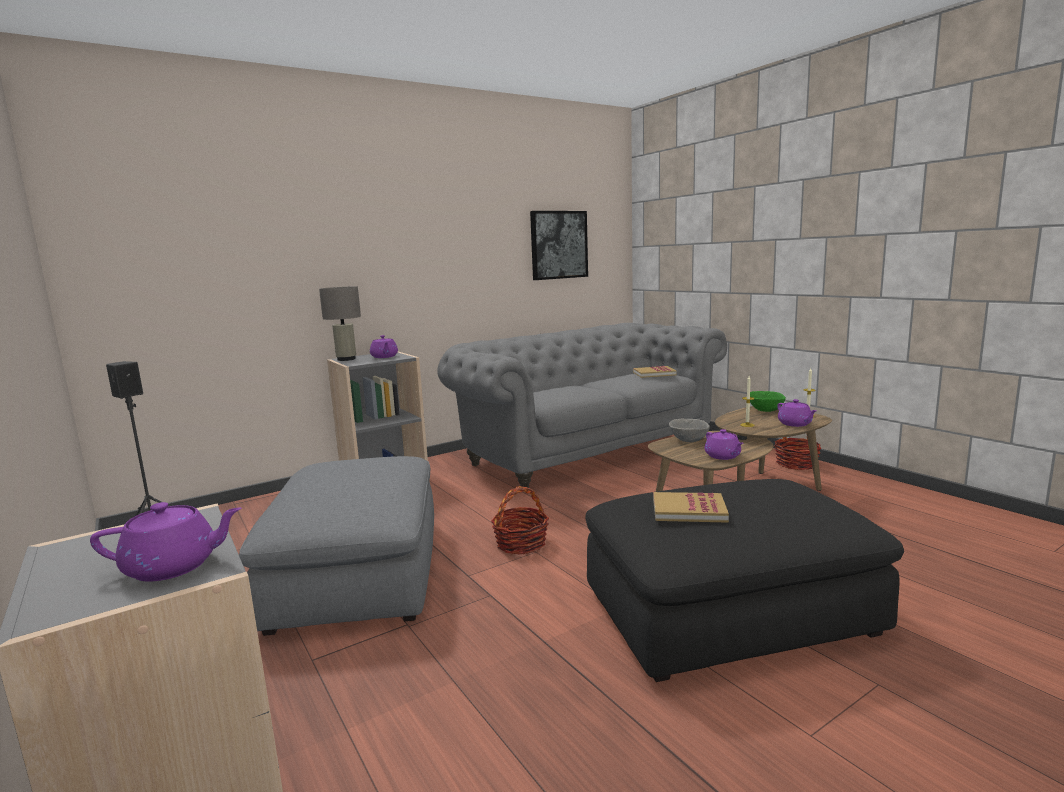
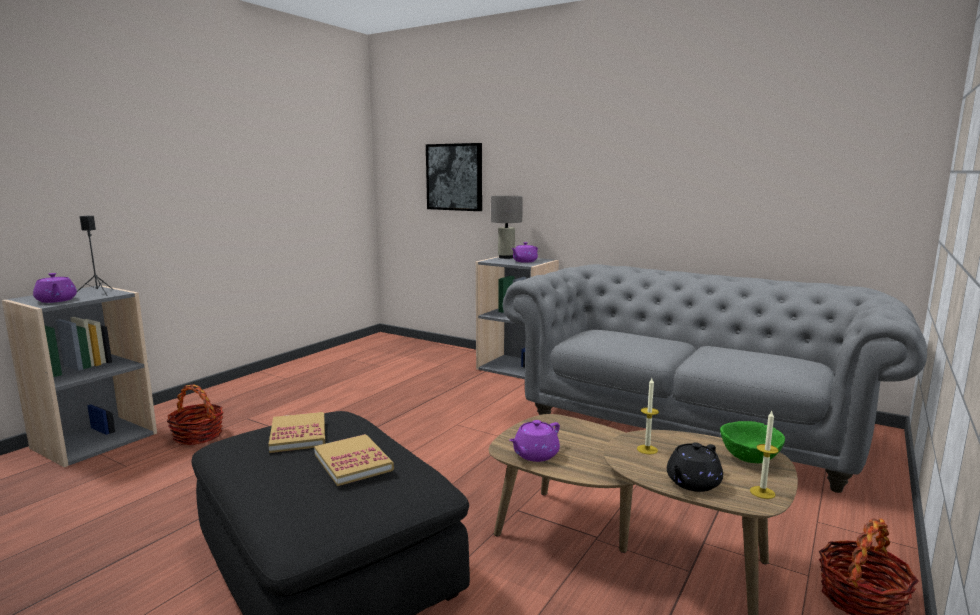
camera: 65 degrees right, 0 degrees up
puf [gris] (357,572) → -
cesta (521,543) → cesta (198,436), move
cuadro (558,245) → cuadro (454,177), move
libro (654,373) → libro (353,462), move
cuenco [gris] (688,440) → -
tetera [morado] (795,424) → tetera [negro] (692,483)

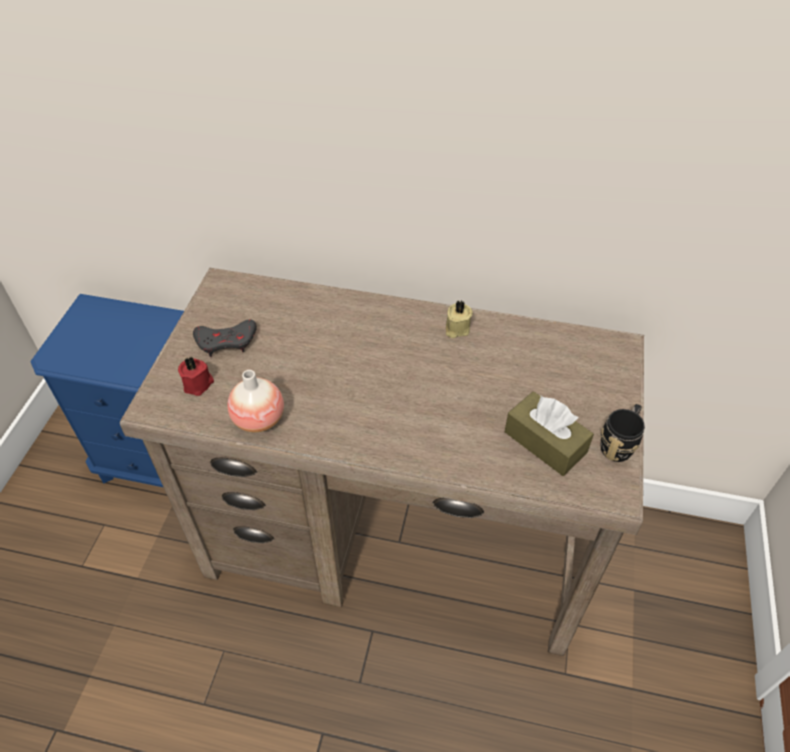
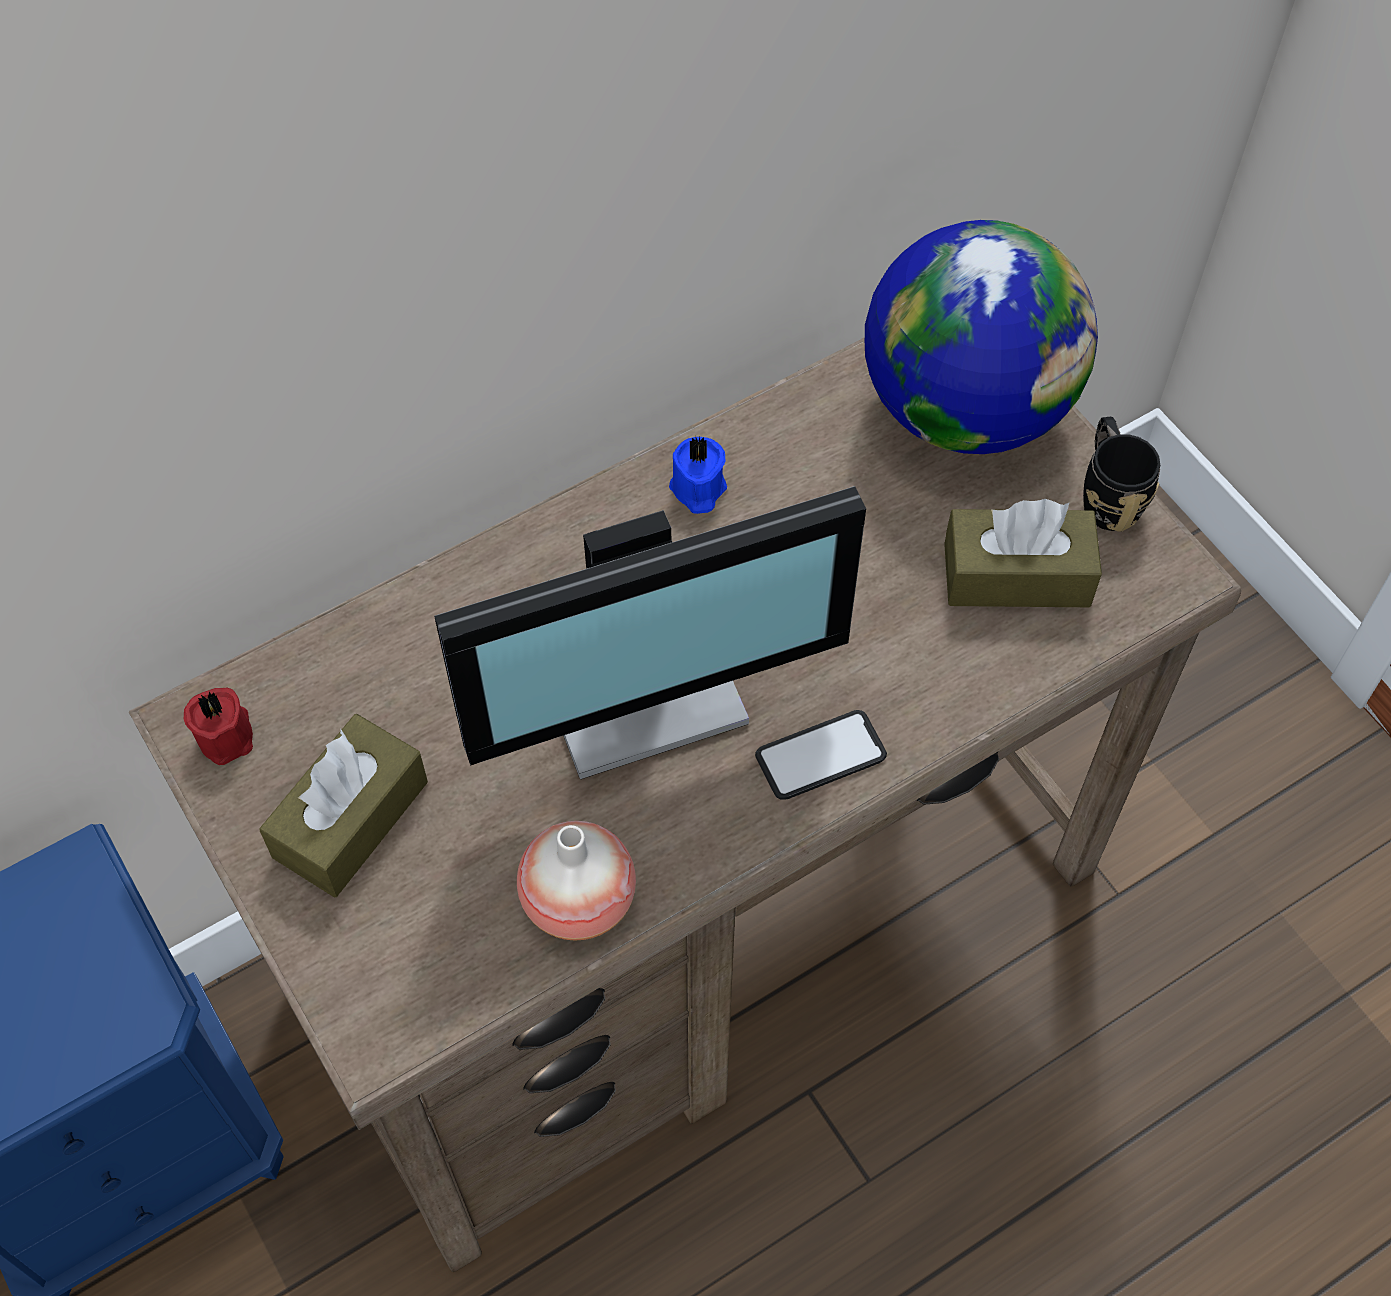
camera: 45 degrees left, 10 degrees up
vela [rojo] (198,384) → vela [rojo] (227,735), move
mando de consola [gris] (226,341) → caja de pañuelos [marrón] (350,819)
vela [beis] (456,329) → vela [azul] (697,490)
- → monitor (642,686)
- → móvil (820,756)
- → globo terráqueo (966,408)

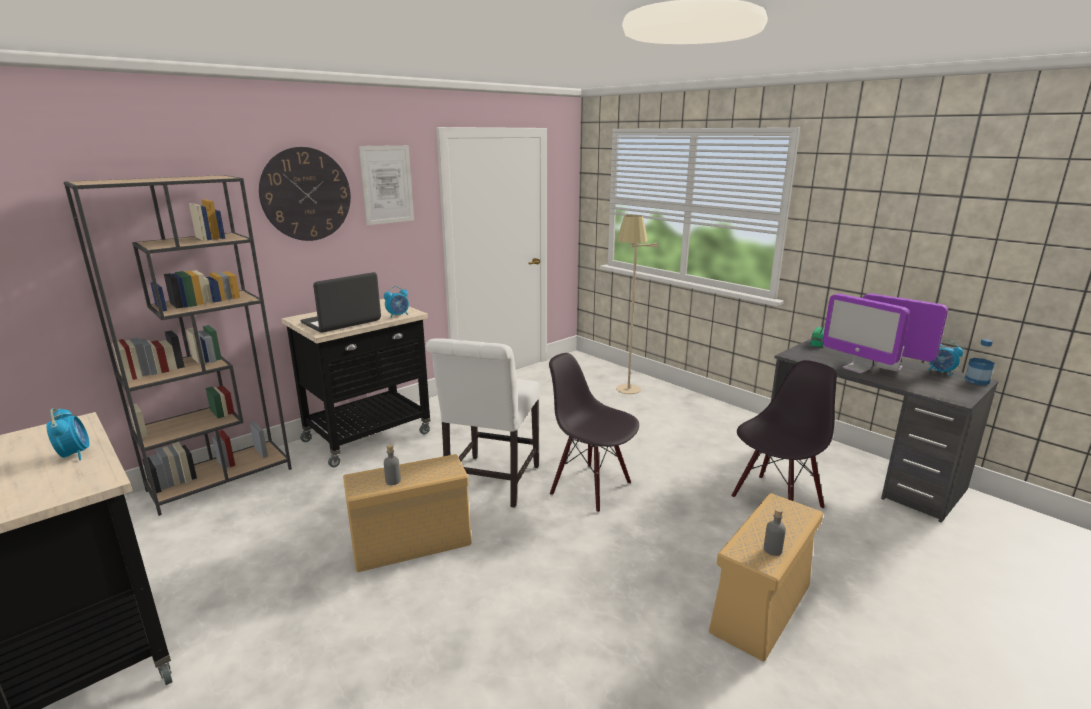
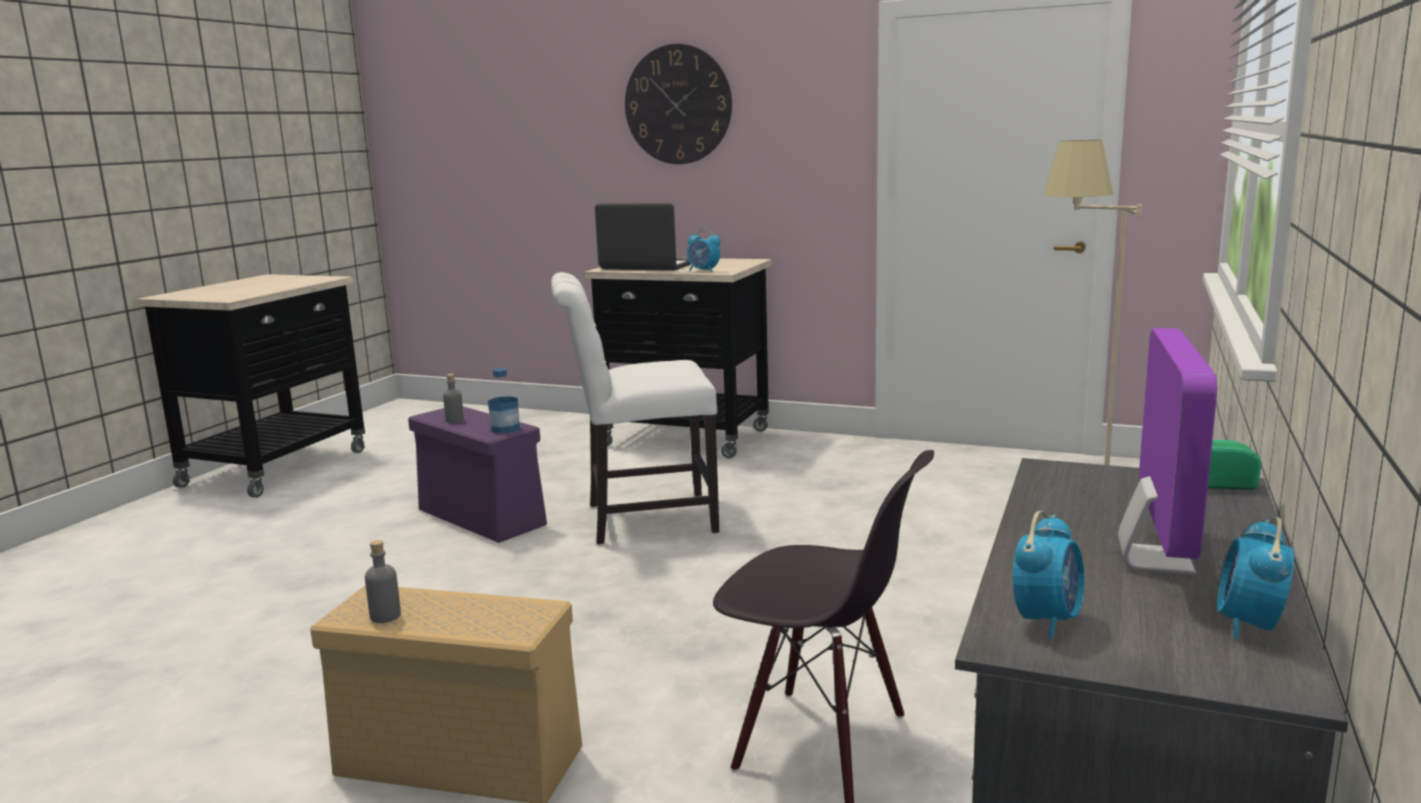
camera: 65 degrees right, 5 degrees down
despertador (74,454) → despertador (1047,620), move
estantería (221,479) → -
caja de almacenaje [beis] (413,544) → caja de almacenaje [morado] (483,517)
cuadro (387,184) → -
silla [negro] (591,488) → -
monitor (856,368) → -
botella (977,381) → botella (505,429), move

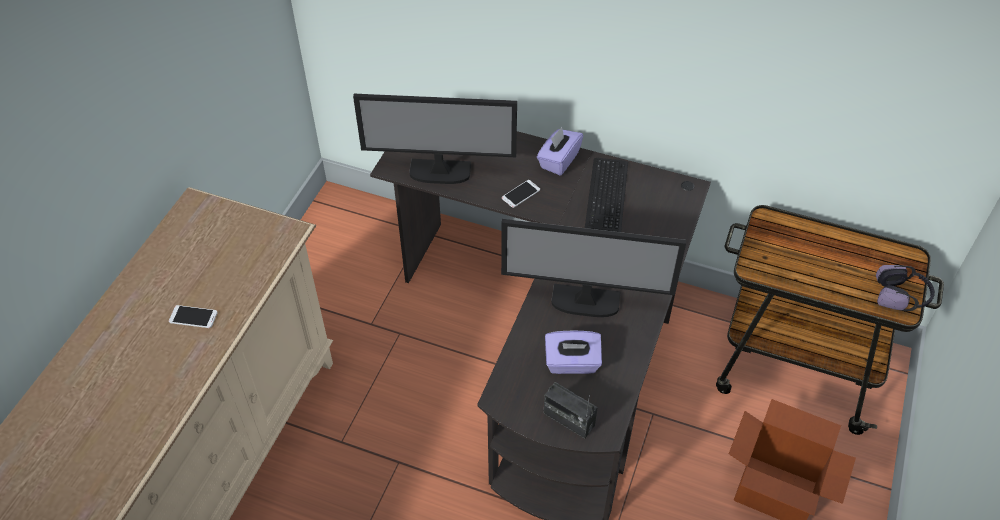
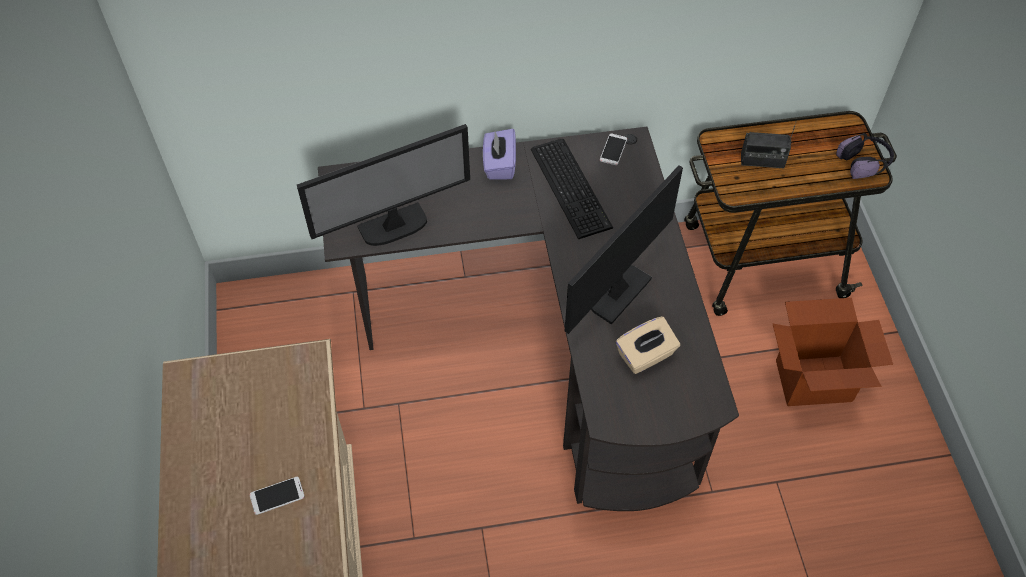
camera: 30 degrees left, 5 degrees up
monitor (585,302) → monitor (618,292), 150 degrees clockwise
móvil (521,194) → móvil (613,149), move
radio (568,419) → radio (762,161), move
caja de pañuelos [morado] (572,363) → caja de pañuelos [beis] (646,356)

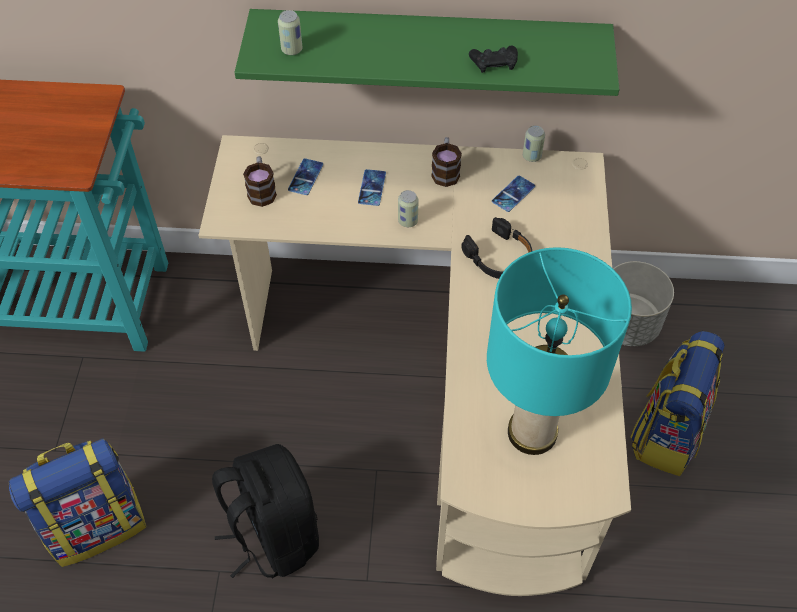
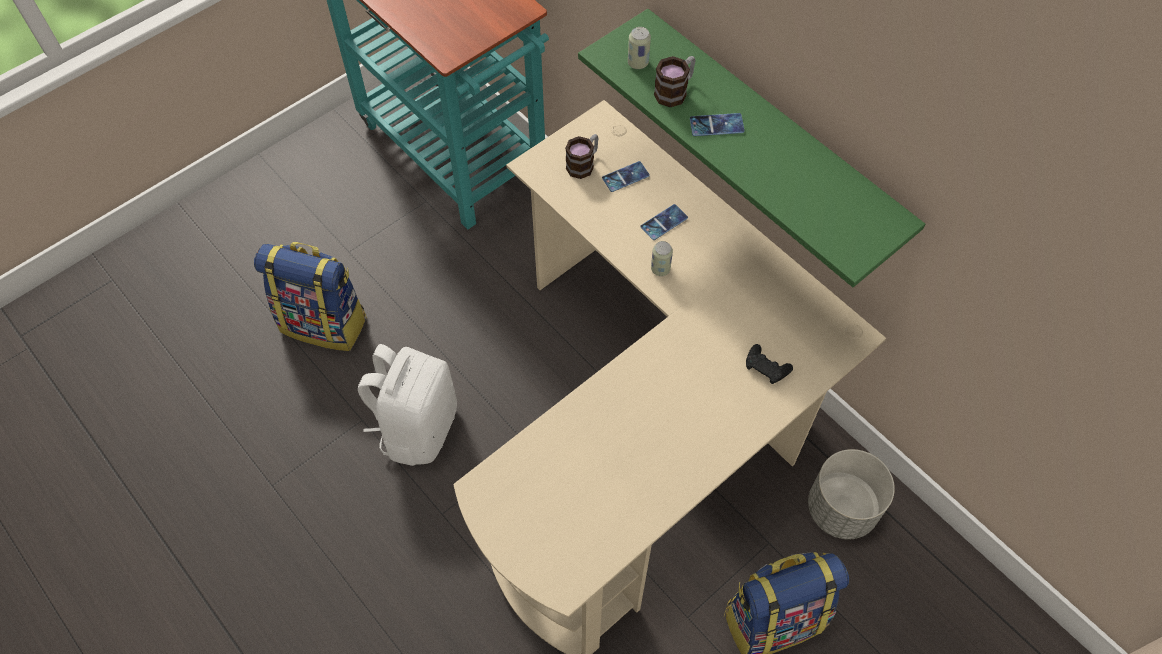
camera: 45 degrees right, 5 degrees up
mochila [negro] (273,534) → mochila [blanco] (417,427)
taza grande (445,171) → taza grande (675,91), move
auriculares [negro] (499,257) → -
mando de consola [negro] (494,62) → mando de consola [negro] (766,367), move
lámpara de mesa [turquesa] (532,433) → -
móvil (513,194) → móvil (716,125), move
lata (531,156) → -

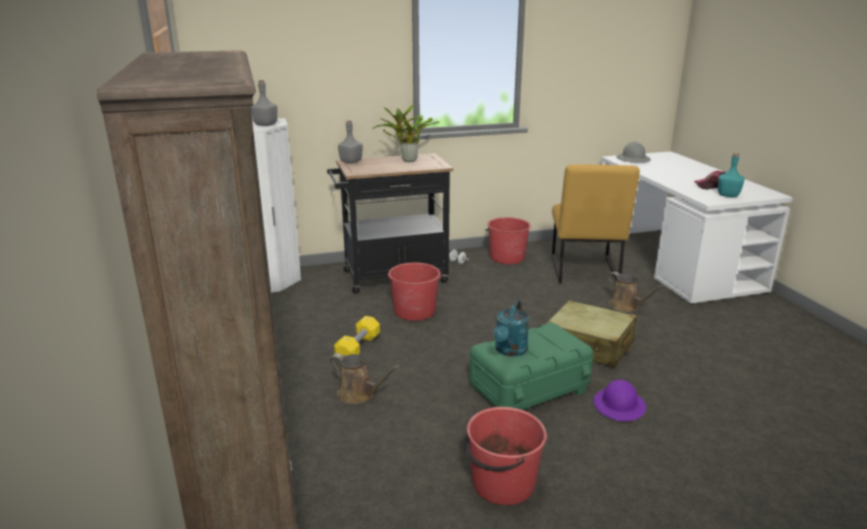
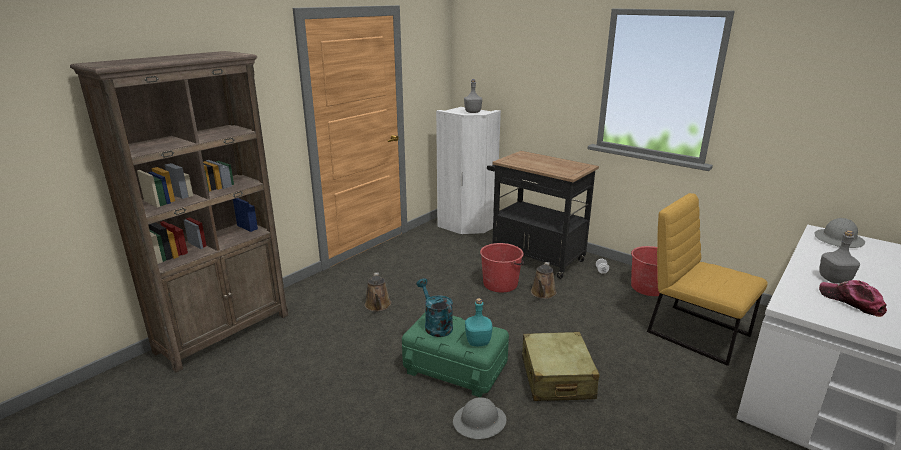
camera: 55 degrees right, 0 degrees up
mancuerna [amarillo] (358,348) → -
botella [gris] (350,162) → botella [gris] (833,279), move
planta en maceta (407,160) → -
cubo [rojo] (502,484) → -
regadera [turquesa] (510,351) → regadera [turquesa] (435,325), 75 degrees clockwise
silla [amarillo] (584,270) → silla [amarillo] (695,332), 75 degrees clockwise
casco [morado] (619,405) → casco [gris] (479,422)
regadera [marrón] (626,306) → regadera [marrón] (543,293), move
botella [turquesa] (727,195) → botella [turquesa] (477,341), move

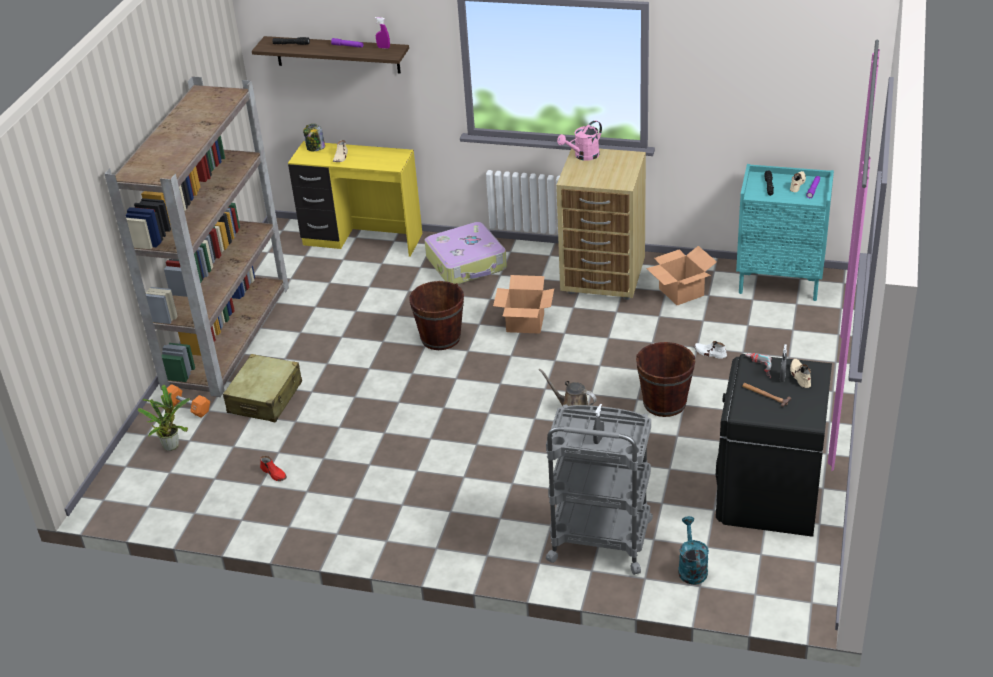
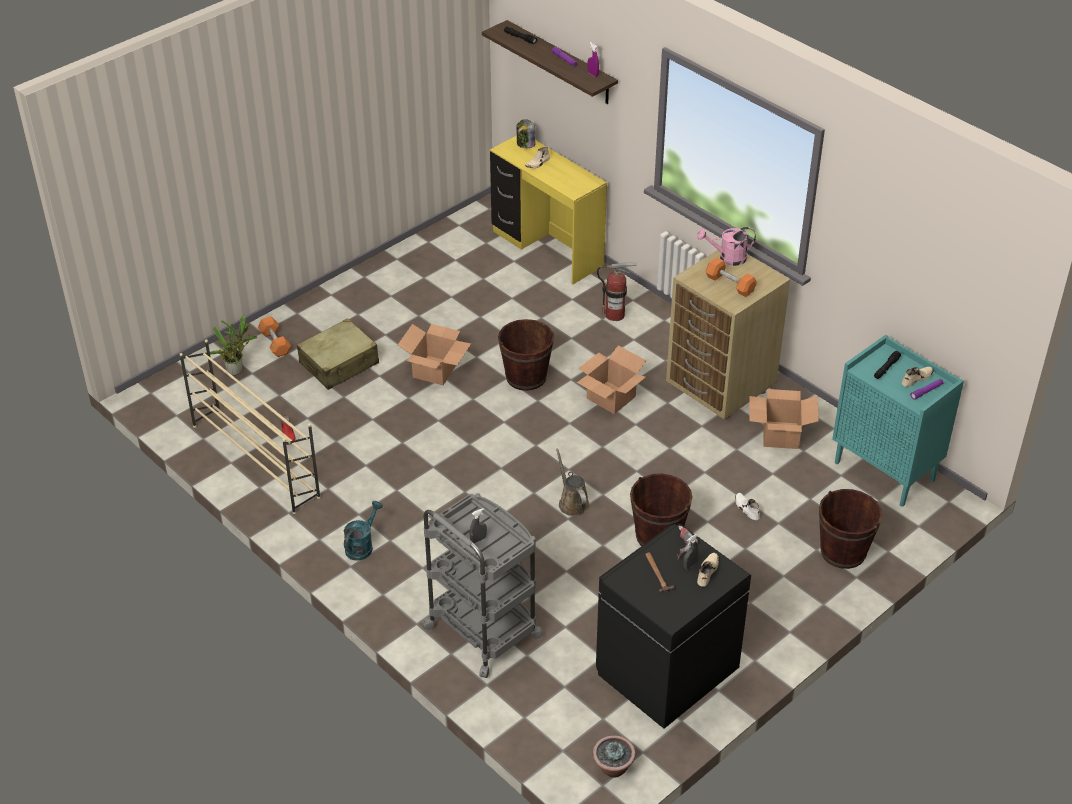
camera: 30 degrees right, 5 degrees up
estantería [marrón] (227,336) → -
maleta (467,264) → extintor (615,315)
regadera [turquesa] (691,568) → regadera [turquesa] (362,546), move
- → zapatero [beis] (255,460)
- → caja de cartón (435,370)
- → planta en maceta (613,768)
- → mancuerna [naranja] (730,284)
- → cubo [marrón] (843,552)

